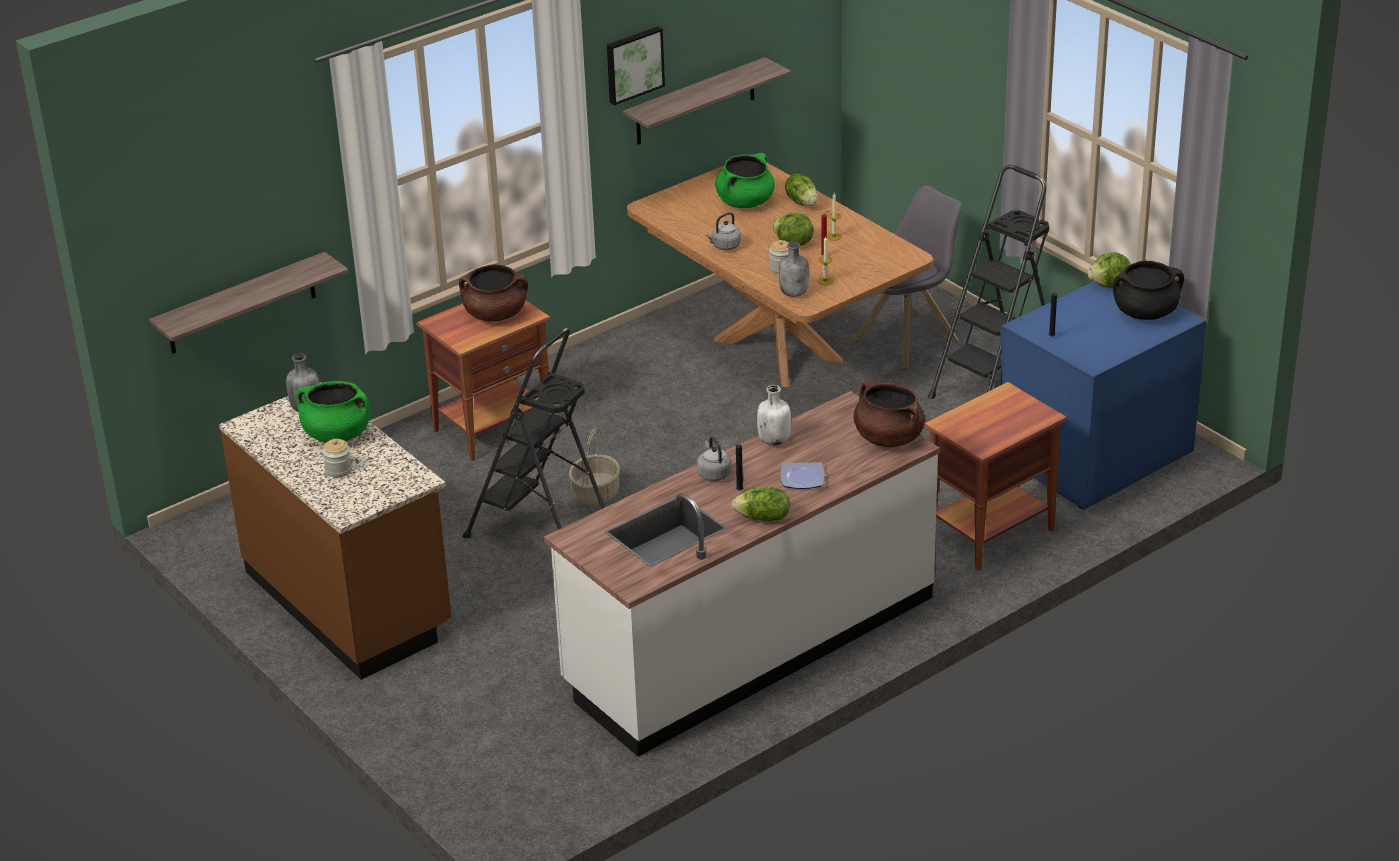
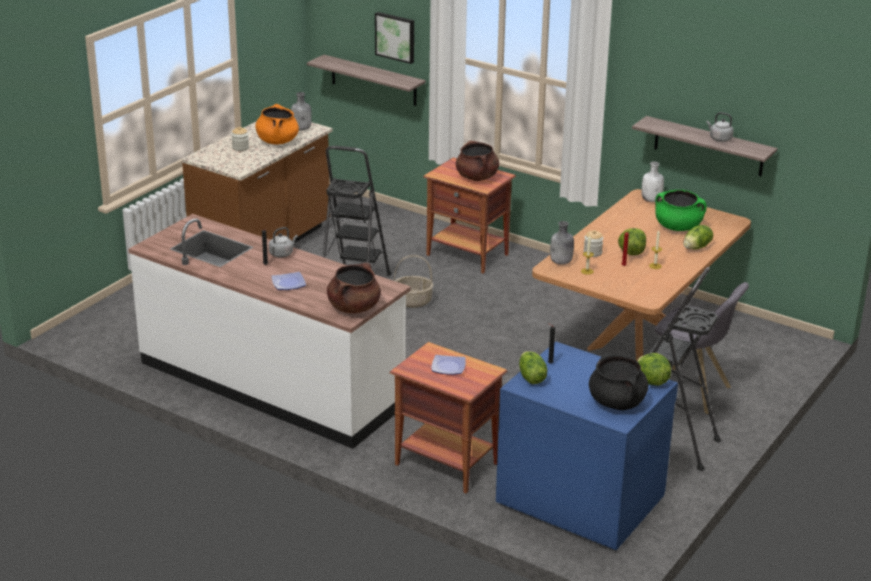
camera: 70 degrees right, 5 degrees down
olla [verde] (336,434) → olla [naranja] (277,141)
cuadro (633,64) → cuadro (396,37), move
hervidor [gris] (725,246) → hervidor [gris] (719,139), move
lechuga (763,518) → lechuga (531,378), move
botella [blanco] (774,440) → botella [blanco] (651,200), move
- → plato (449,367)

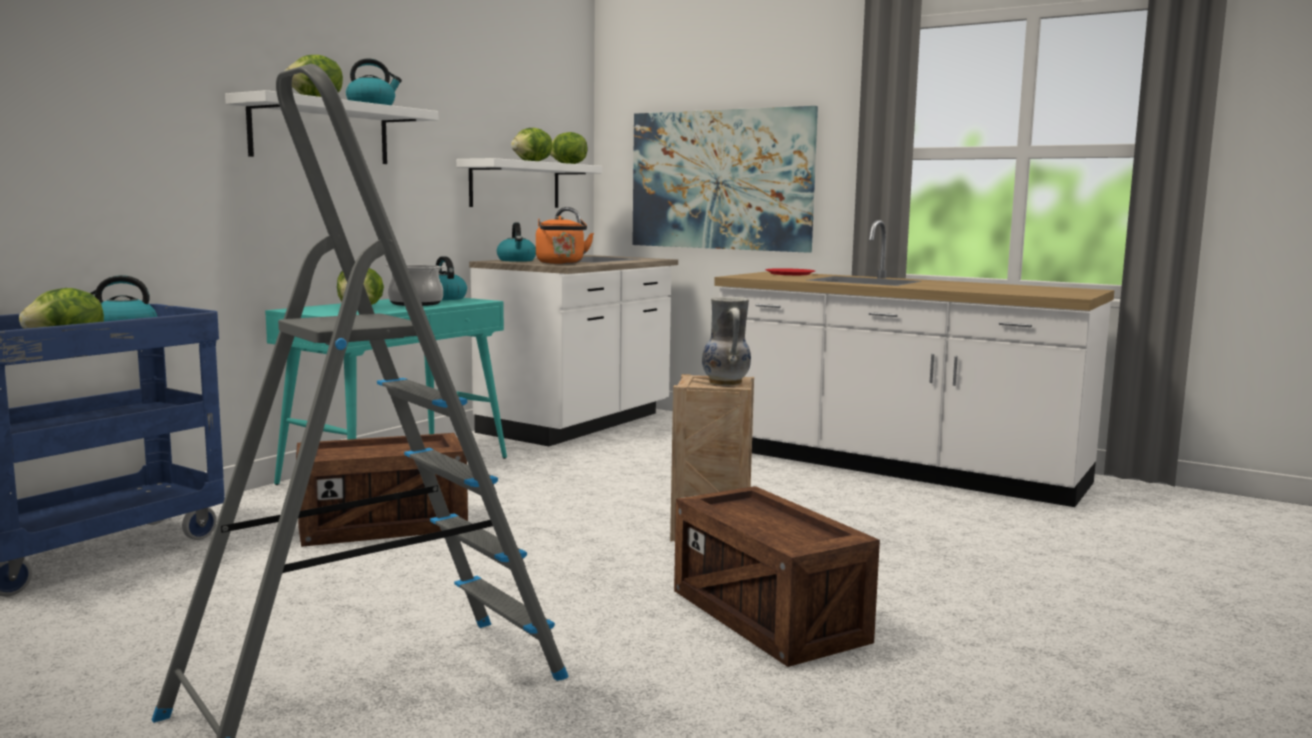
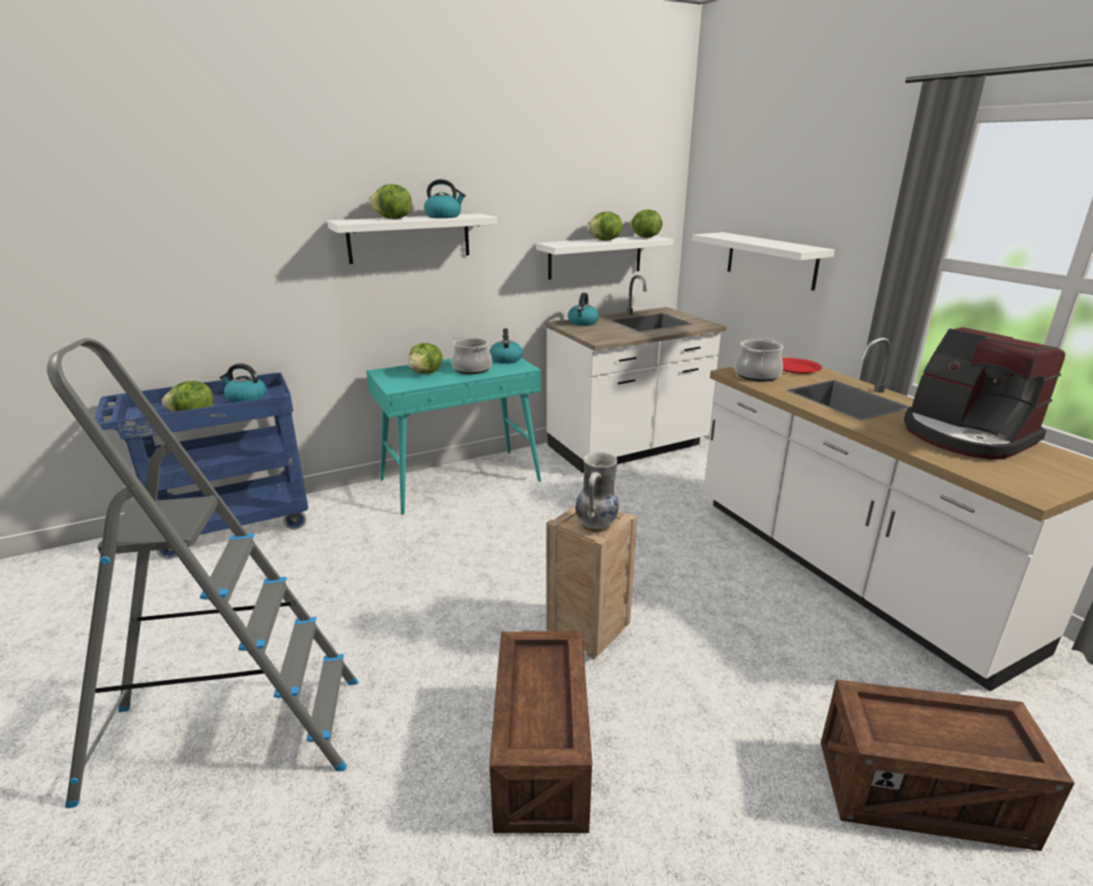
camera: 30 degrees right, 15 degrees up
caja de embalaje (383,527) → caja de embalaje (920,793), move
hervidor [naranja] (561,263) → -
cuadro (720,180) → estante [blanco] (771,260)
- → olla (757,375)
- → cafetera (965,435)

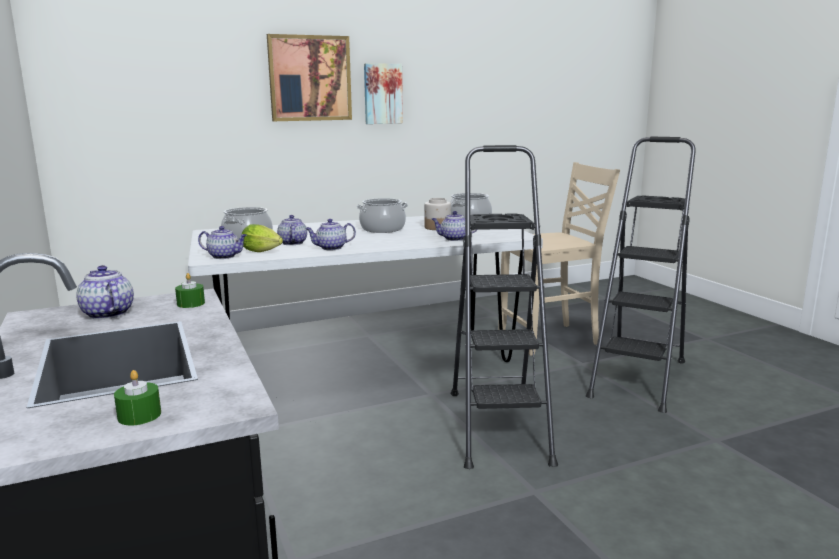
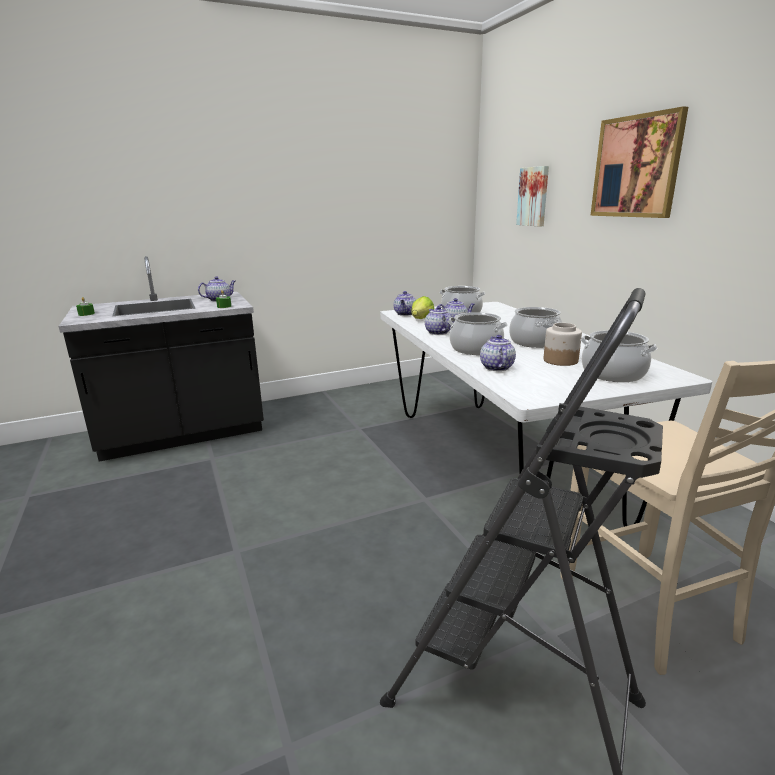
camera: 90 degrees right, 5 degrees up
cuadro (382,94) → cuadro (534,196), move
escalera de tijera (498,424) → -
- → olla (475,349)

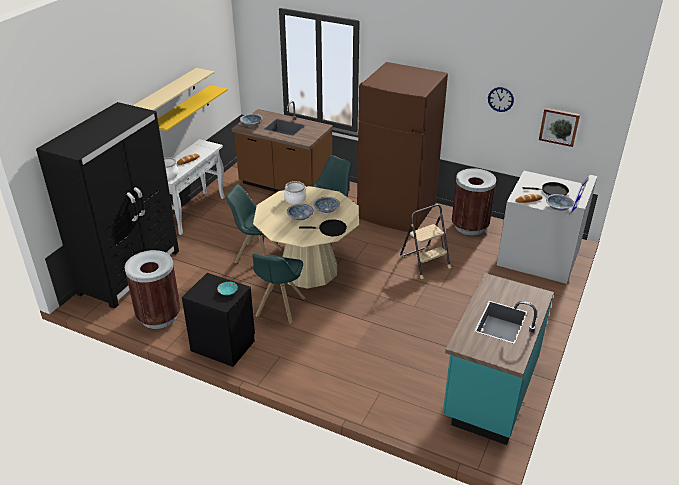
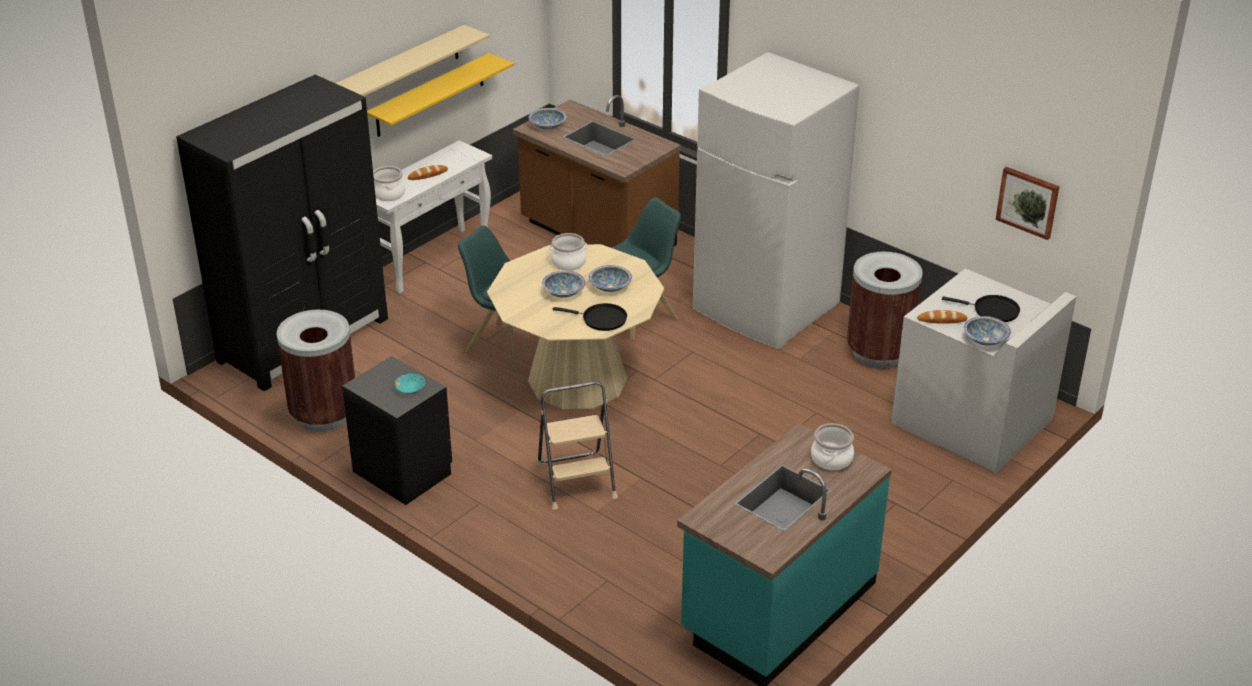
camera: 15 degrees right, 0 degrees up
silla [turquesa] (280,307) → -
nevera [marrón] (396,211) → nevera [blanco] (766,306)
escalera de tijera [beis] (423,261) → escalera de tijera [beis] (576,478), move
reloj de pared (500,99) → -
- → olla (832,459)

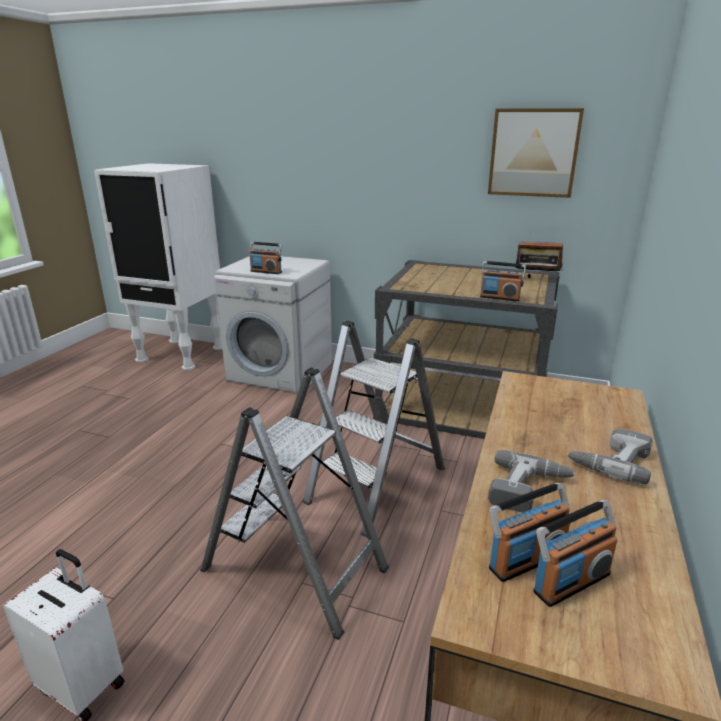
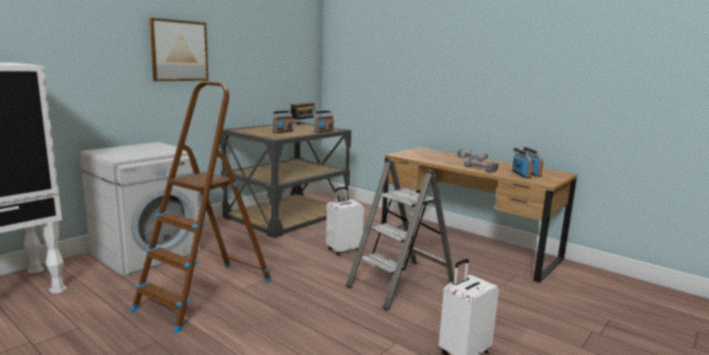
camera: 70 degrees left, 10 degrees down
radio (266,272) → radio (282,132), move
escalera de tijera [gris] (378,483) → maleta [blanco] (343,250)
cuadro (533,153) → cuadro (179,51), move
- → escalera de tijera [marrón] (205,294)

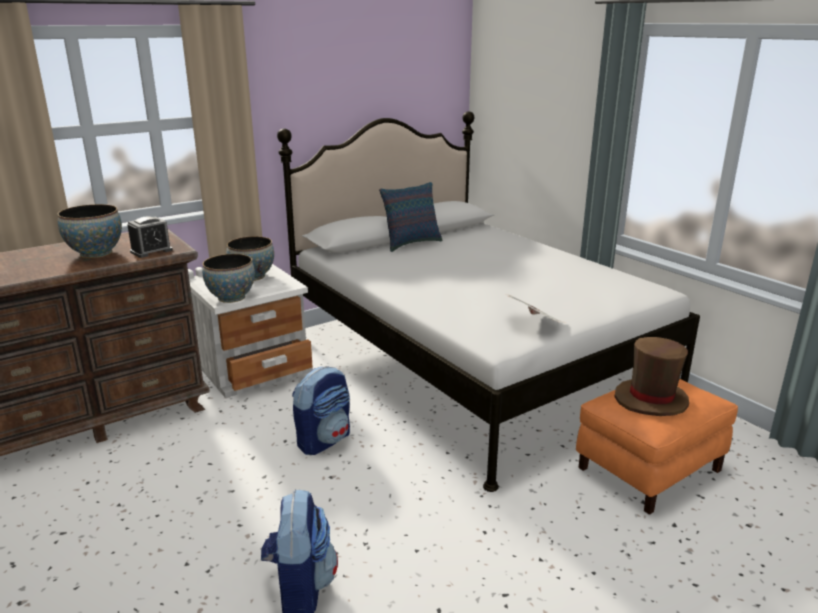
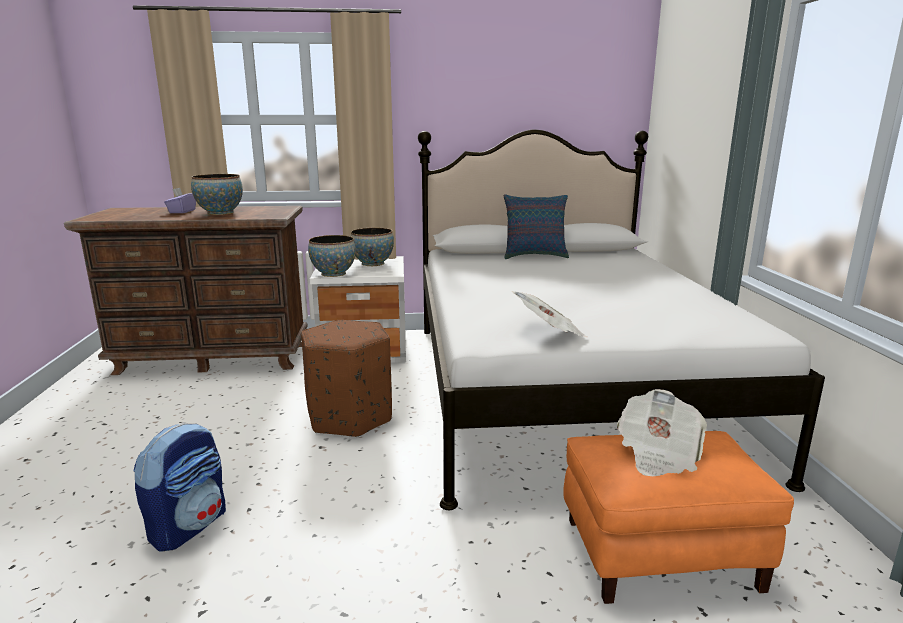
camera: 30 degrees right, 5 degrees down
despertador (151,251) → -
mochila (324,440) → puf [marrón] (350,416)
sombrero [marrón] (651,400) → periódico (657,454)
- → caja de pañuelos [morado] (182,211)

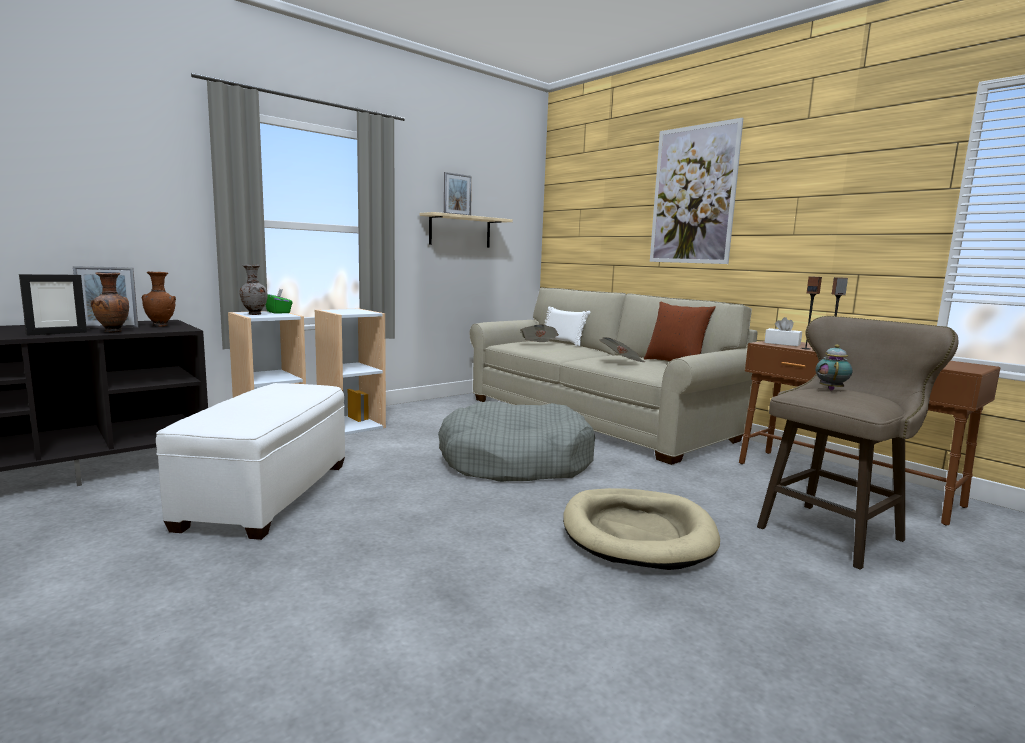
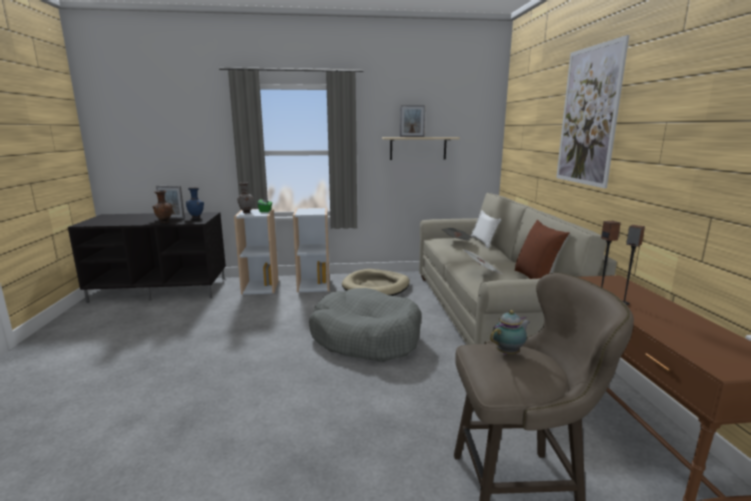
camera: 35 degrees right, 5 degrees up
portarretratos (57,333) → -
florero [marrón] (161,326) → florero [azul] (196,218)
puf [blanco] (267,494) → -
cama para perro [beis] (637,533) → cama para perro [beis] (376,287), move
caja de pañuelos [blanco] (782,343) → -

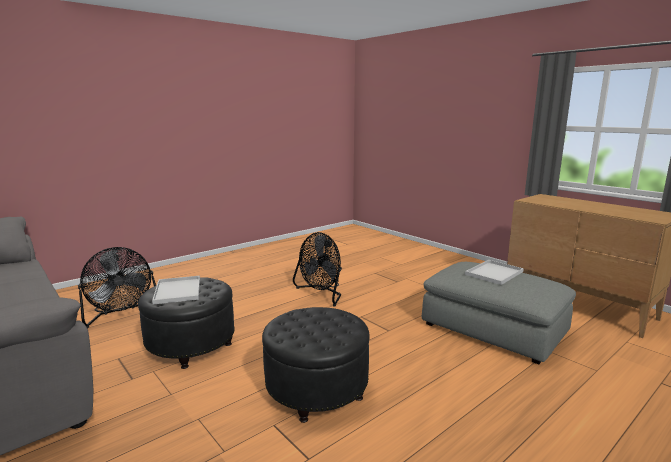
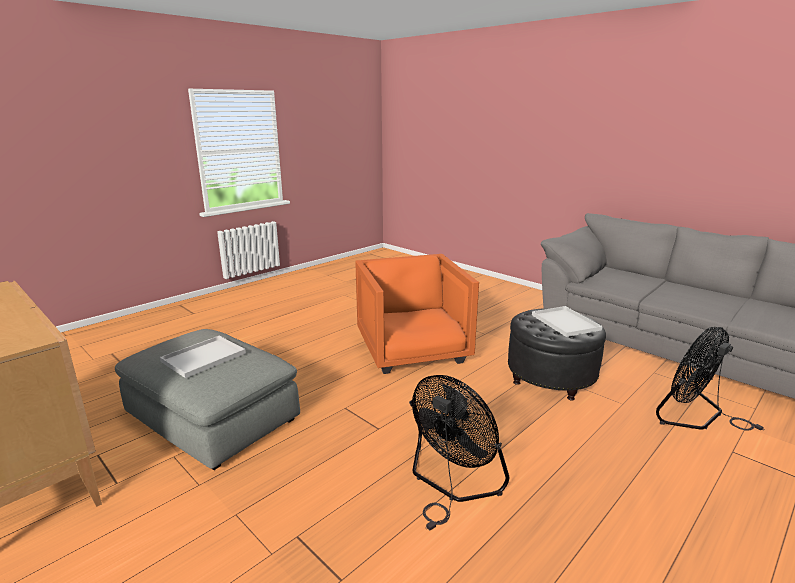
camera: 175 degrees right, 5 degrees up
puf [negro] (316,391) → sillón [naranja] (412,350)

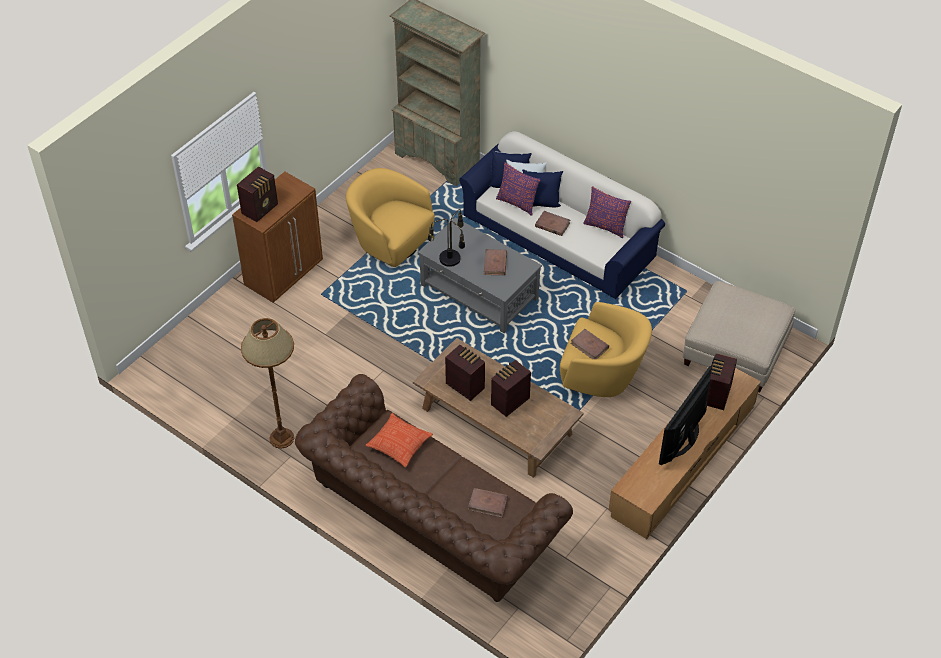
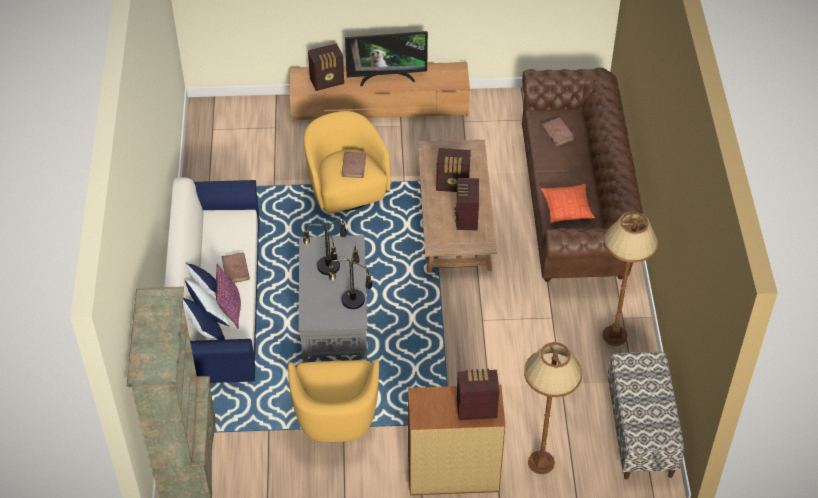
camera: 130 degrees left, 0 degrees up
libro [marrón] (495,264) → lámpara de mesa (328,266)
cojín [morado] (605,227) → -
puf [beis] (735,351) → -
- → lámpara de pie [marrón] (541,462)
- → banco (640,431)

